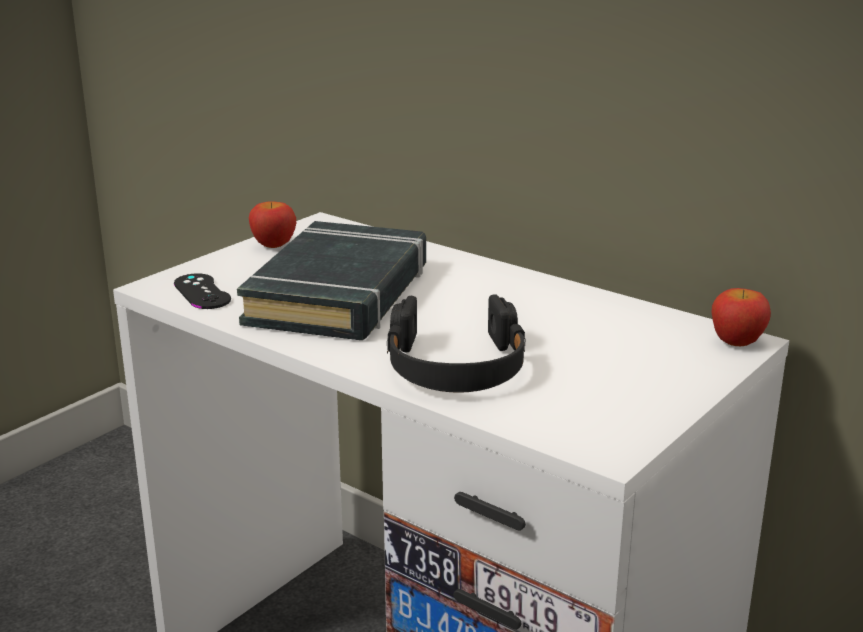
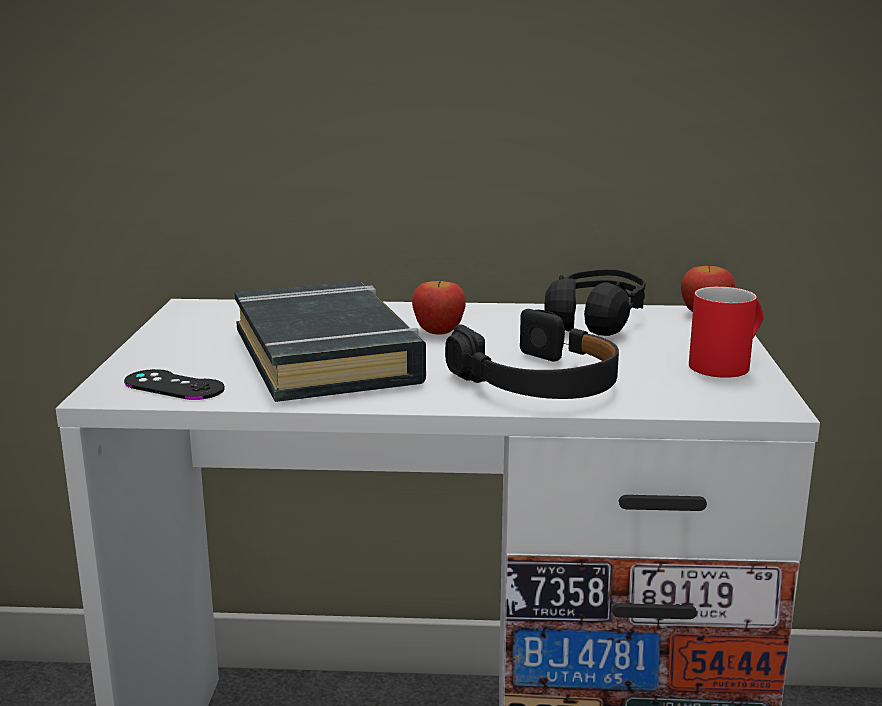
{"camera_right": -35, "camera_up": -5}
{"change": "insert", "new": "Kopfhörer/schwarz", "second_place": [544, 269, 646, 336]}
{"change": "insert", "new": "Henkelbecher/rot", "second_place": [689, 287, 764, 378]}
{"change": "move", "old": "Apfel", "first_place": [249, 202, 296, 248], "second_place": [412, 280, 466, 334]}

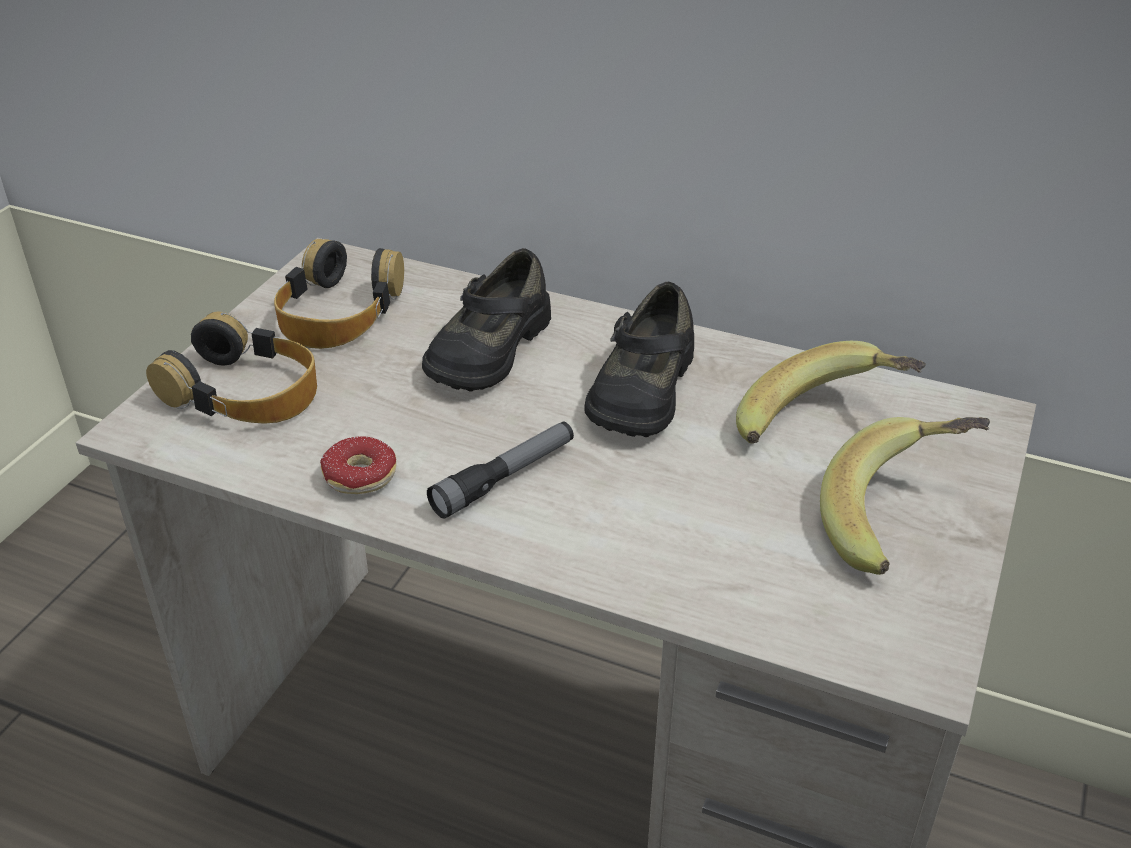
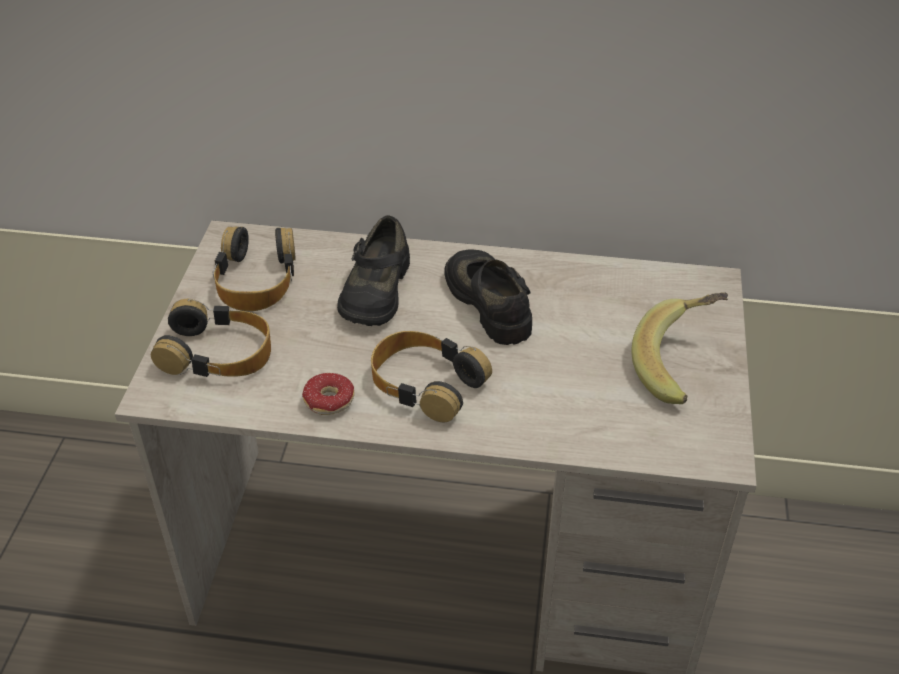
{"camera_right": -15, "camera_up": 5}
{"change": "delete", "old": "Banane", "first_place": [736, 341, 926, 444]}
{"change": "replace", "old": "Taschenlampe", "new": "Kopfhörer", "first_place": [427, 422, 574, 519], "second_place": [371, 331, 492, 422]}
{"change": "rotate", "old": "Schuh/schwarz", "first_place": [584, 282, 694, 437], "second_place": [445, 249, 532, 345], "degrees": 150}

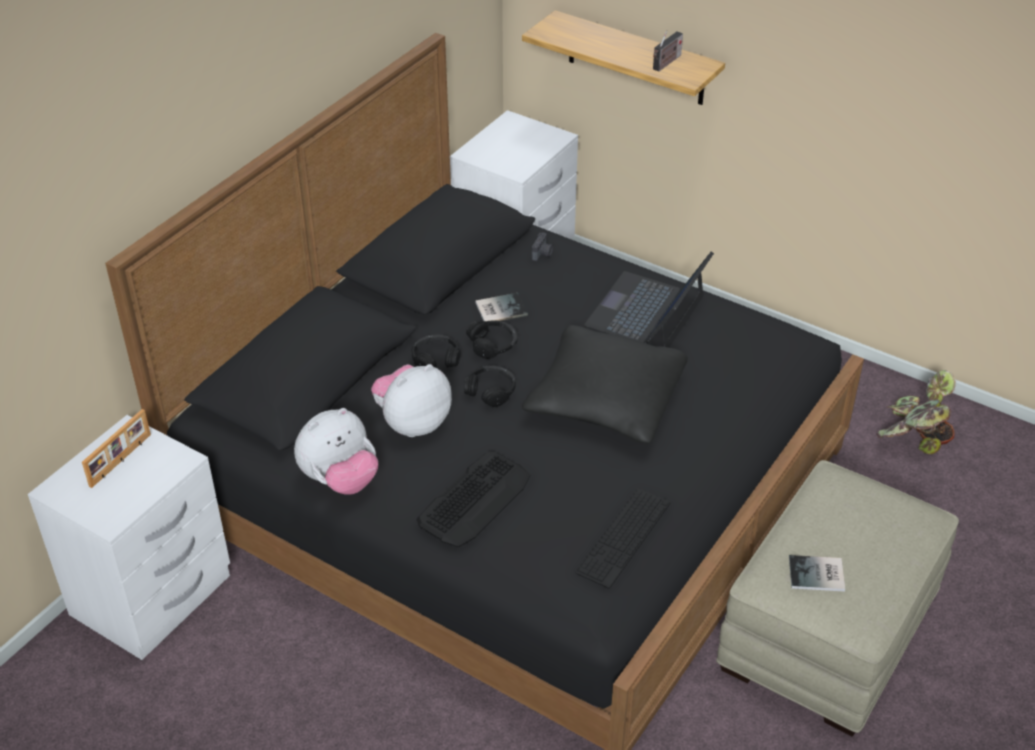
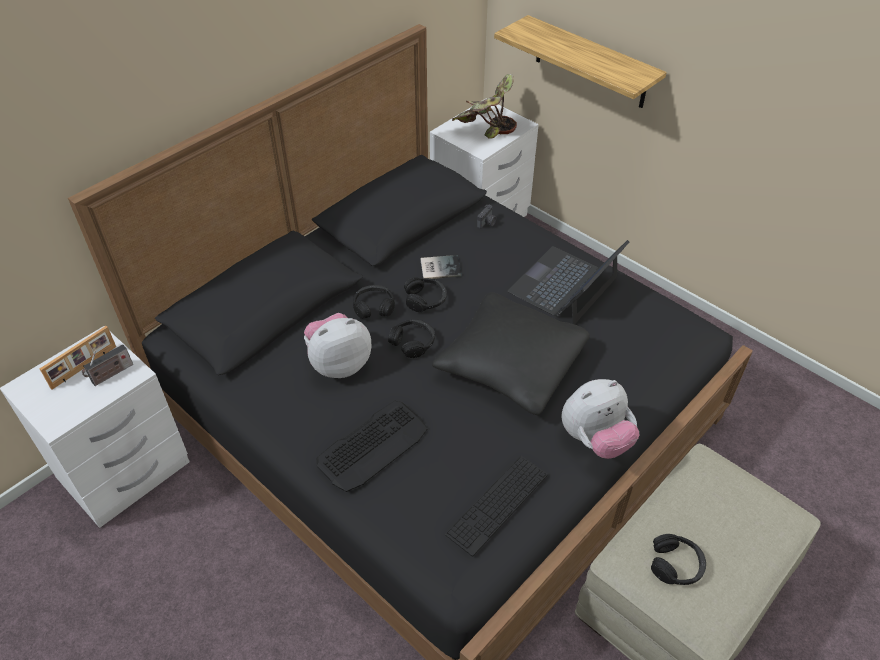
{"camera_right": 10, "camera_up": 5}
{"change": "move", "old": "Plüschtier", "first_place": [294, 408, 378, 495], "second_place": [561, 379, 640, 459]}
{"change": "move", "old": "Radio", "first_place": [653, 30, 683, 71], "second_place": [82, 344, 133, 386]}
{"change": "move", "old": "Topfpflanze", "first_place": [876, 370, 956, 454], "second_place": [452, 74, 517, 139]}
{"change": "replace", "old": "Buch", "new": "Kopfhörer/schwarz", "first_place": [789, 555, 845, 592], "second_place": [651, 534, 706, 585]}

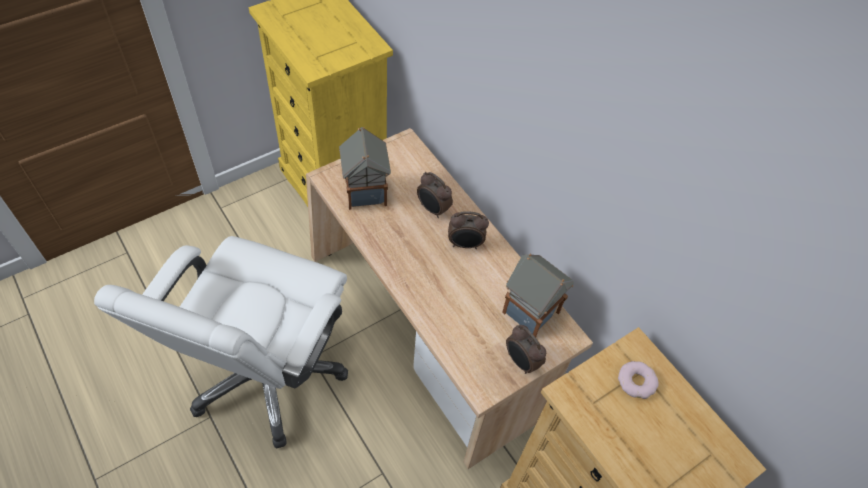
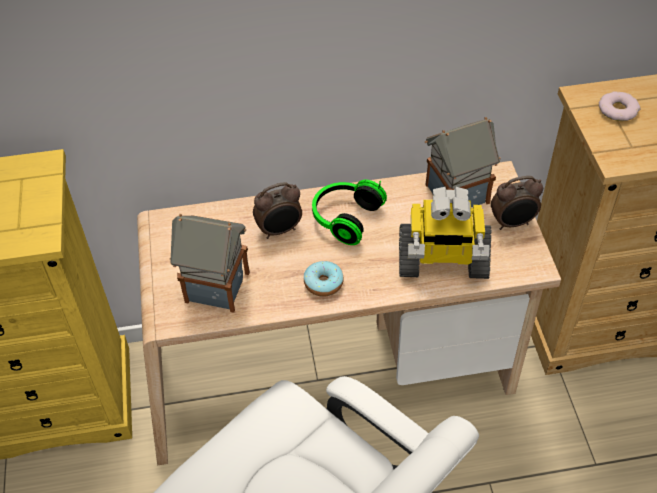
{"camera_right": -60, "camera_up": -5}
{"change": "insert", "new": "Donut", "second_place": [304, 261, 344, 297]}
{"change": "insert", "new": "Spielzeugroboter", "second_place": [399, 187, 491, 279]}
{"change": "replace", "old": "Wecker", "new": "Kopfhörer", "first_place": [448, 211, 489, 249], "second_place": [312, 180, 387, 245]}

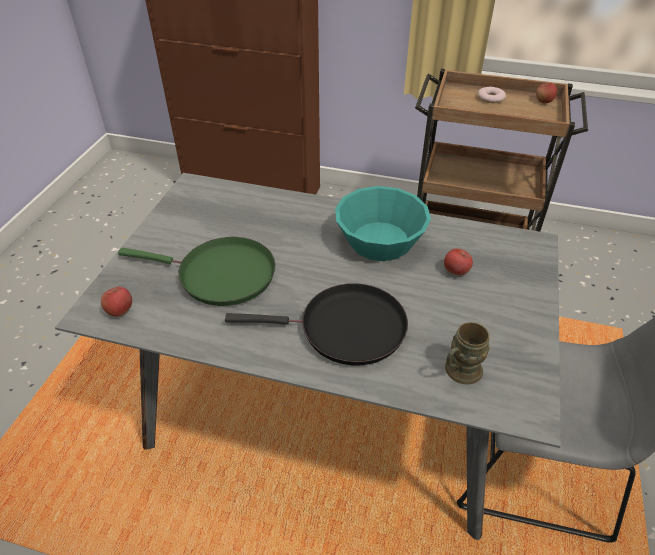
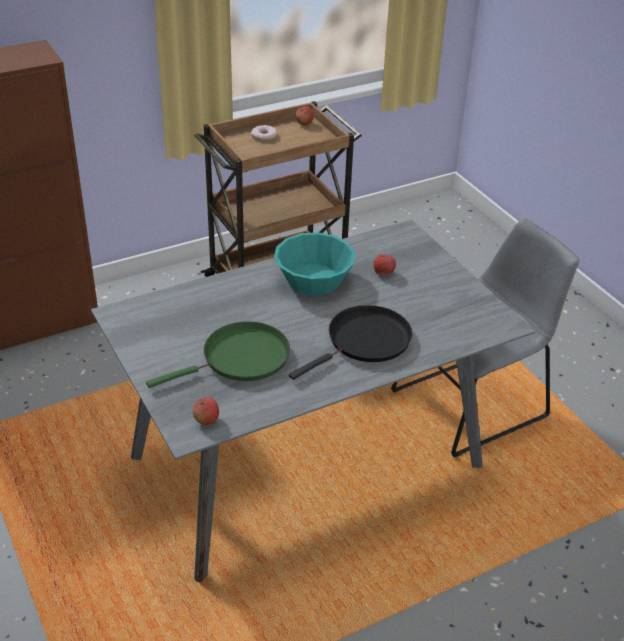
{"camera_right": -45, "camera_up": -5}
{"change": "delete", "old": "Henkelbecher/braun", "first_place": [445, 322, 490, 384]}

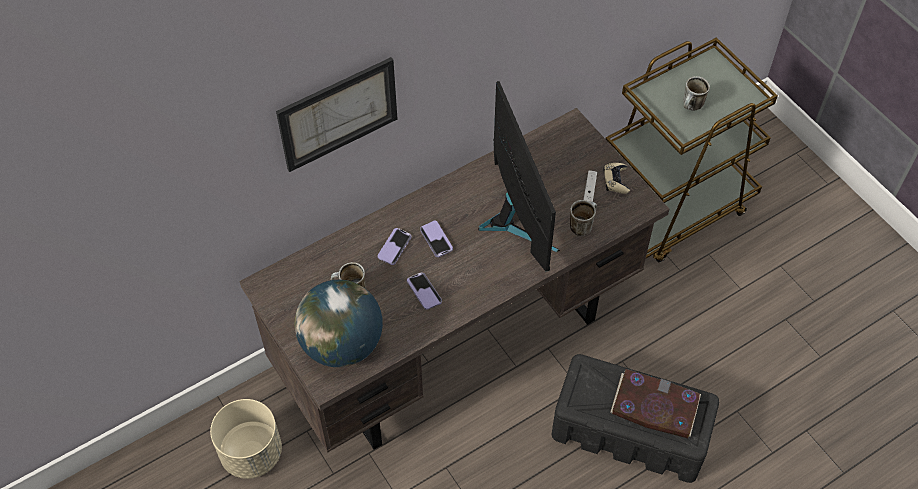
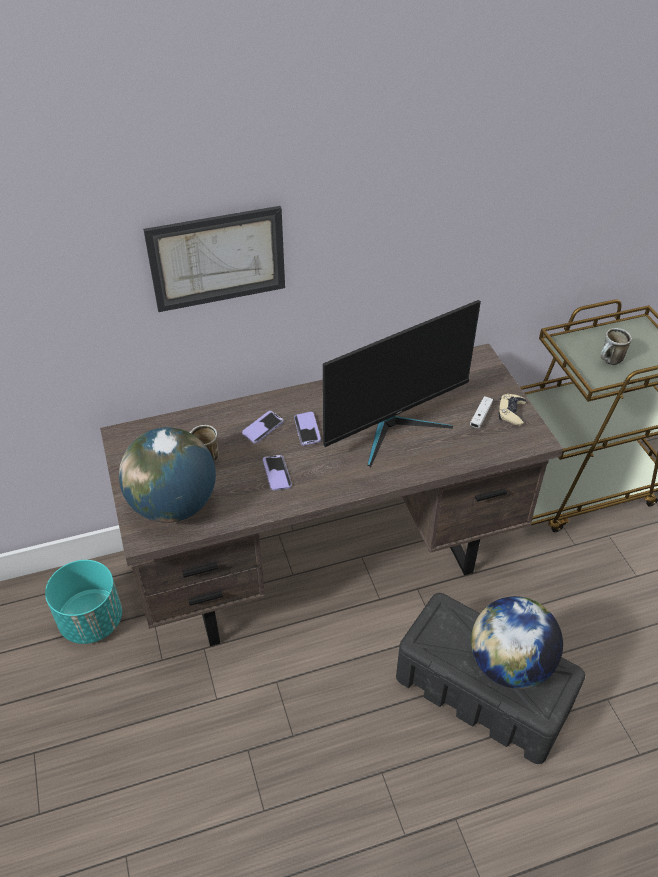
{"camera_right": 15, "camera_up": -10}
{"change": "delete", "old": "Henkelbecher", "first_place": [570, 200, 597, 236]}
{"change": "replace", "old": "Buch", "new": "Globus", "first_place": [610, 369, 701, 438], "second_place": [471, 596, 563, 689]}
{"change": "recolor", "old": "Pflanzkübel/beige", "new": "Pflanzkübel/türkis", "first_place": [210, 399, 282, 479], "second_place": [45, 560, 122, 644]}
{"change": "rotate", "old": "Monitor", "first_place": [478, 81, 560, 271], "second_place": [323, 300, 481, 467], "degrees": 60}

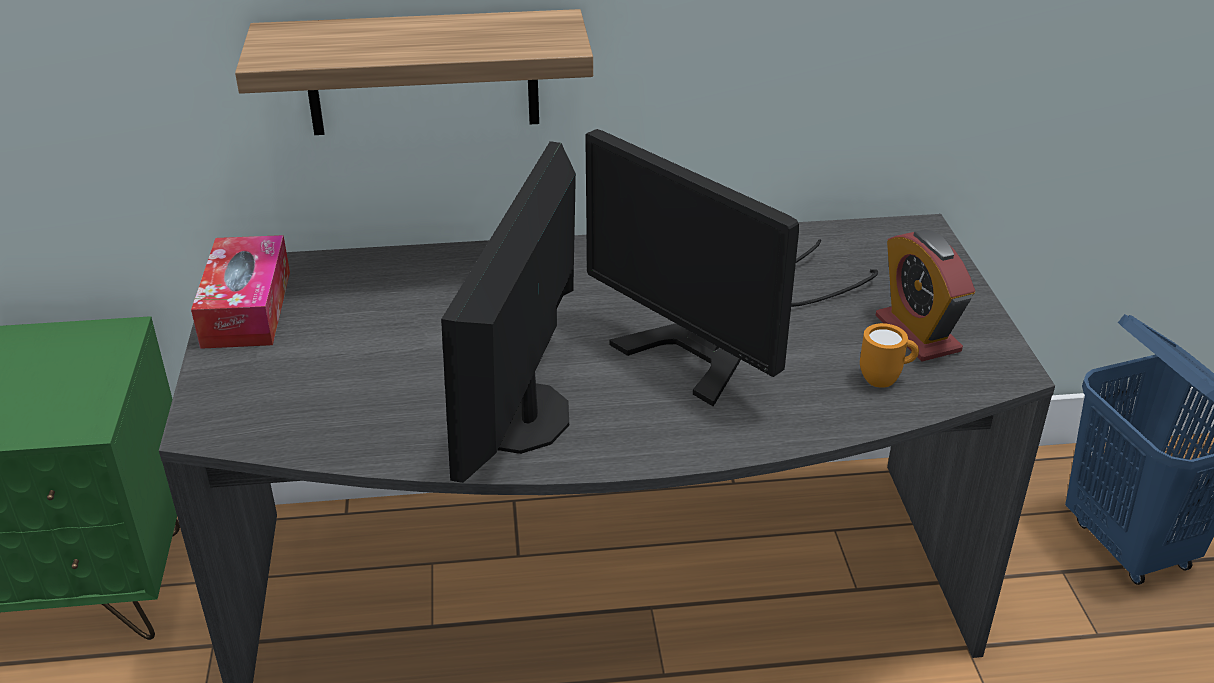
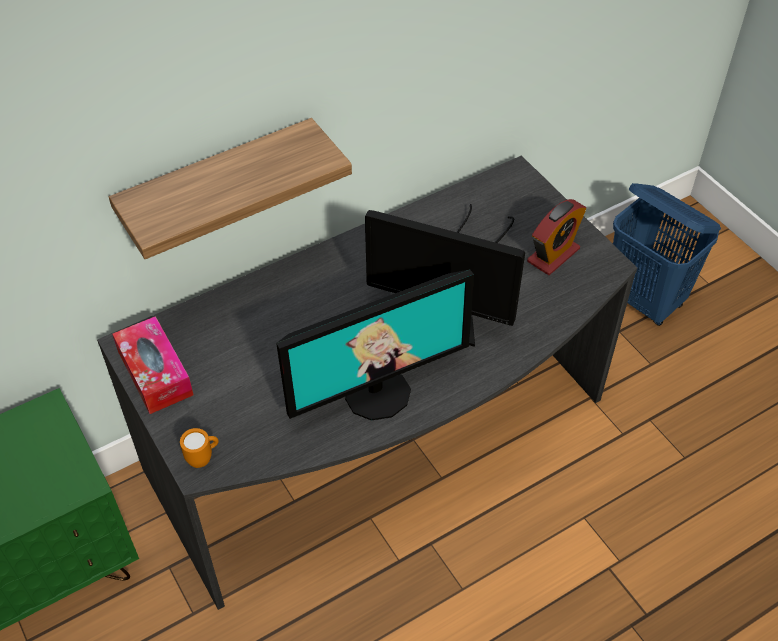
{"camera_right": -25, "camera_up": 15}
{"change": "move", "old": "Henkelbecher/orange", "first_place": [860, 323, 919, 388], "second_place": [180, 428, 219, 468]}
{"change": "rotate", "old": "Monitor", "first_place": [441, 141, 576, 483], "second_place": [276, 270, 474, 420], "degrees": -105}
{"change": "rotate", "old": "Wecker", "first_place": [875, 229, 975, 361], "second_place": [527, 199, 586, 275], "degrees": -90}

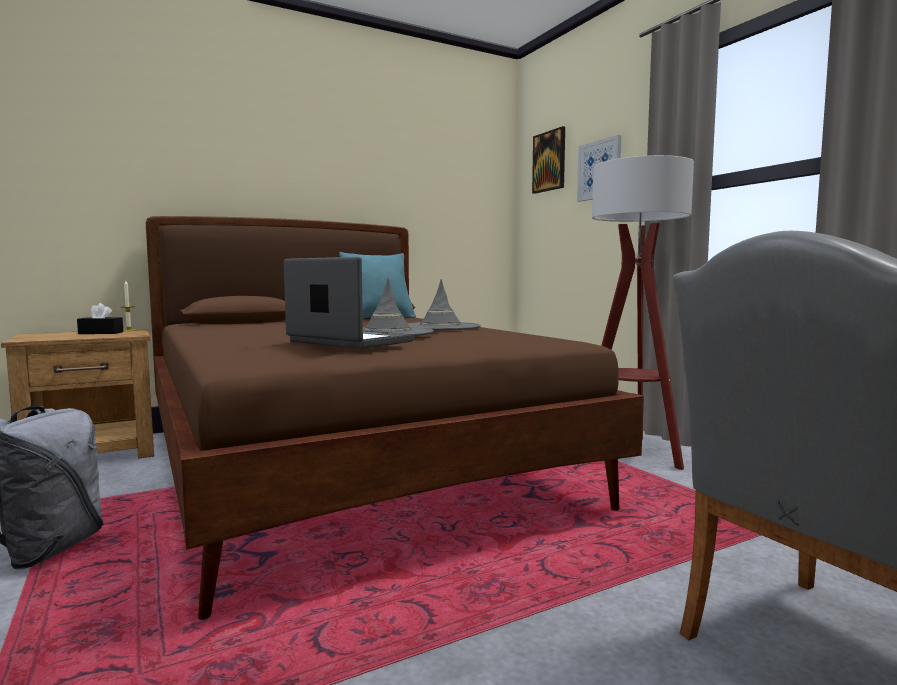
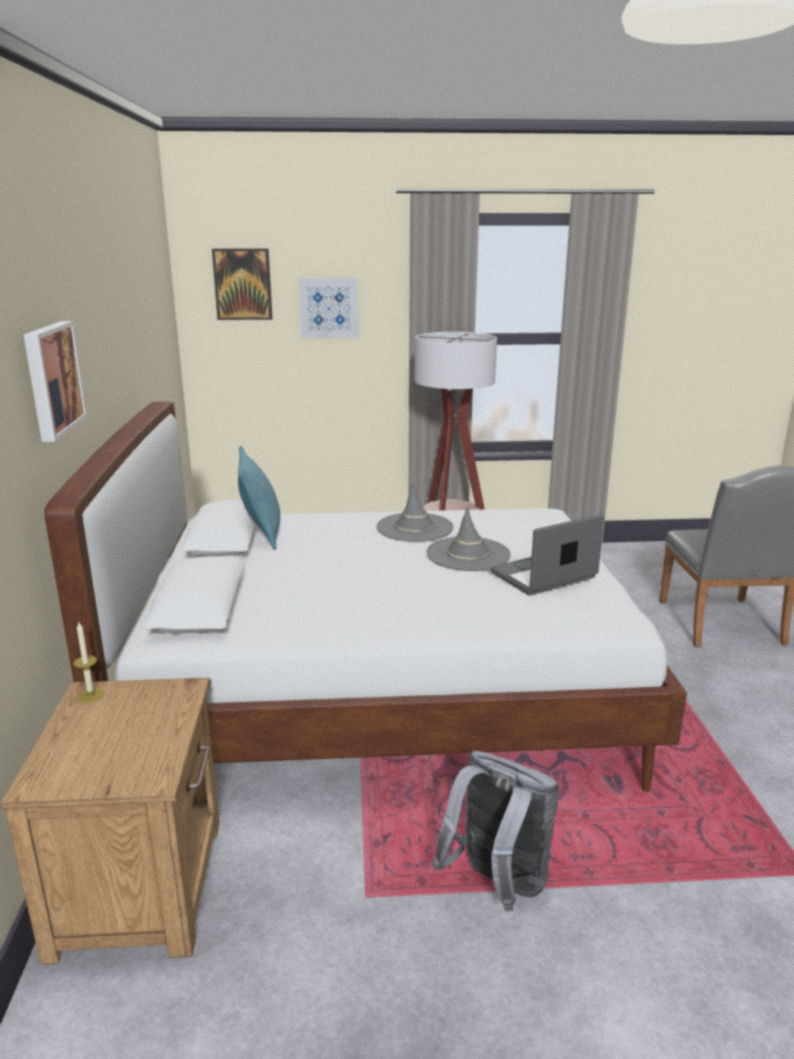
{"camera_right": -65, "camera_up": 15}
{"change": "delete", "old": "Taschentuchbox/schwarz", "first_place": [77, 303, 123, 334]}
{"change": "insert", "new": "Bild", "second_place": [24, 321, 87, 442]}
{"change": "recolor", "old": "Bett/braun", "new": "Bett/weiß", "first_place": [146, 216, 644, 620], "second_place": [44, 401, 687, 792]}

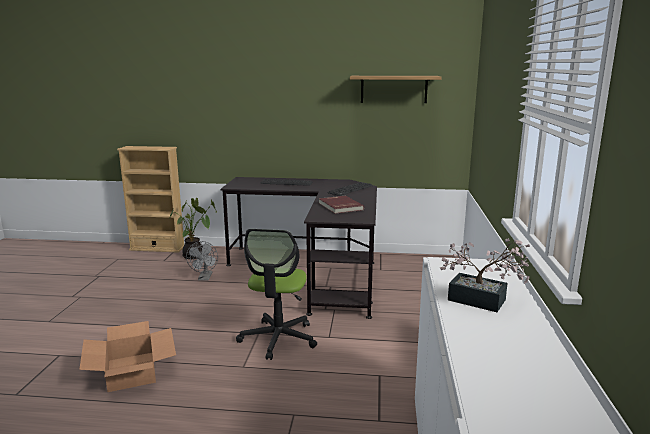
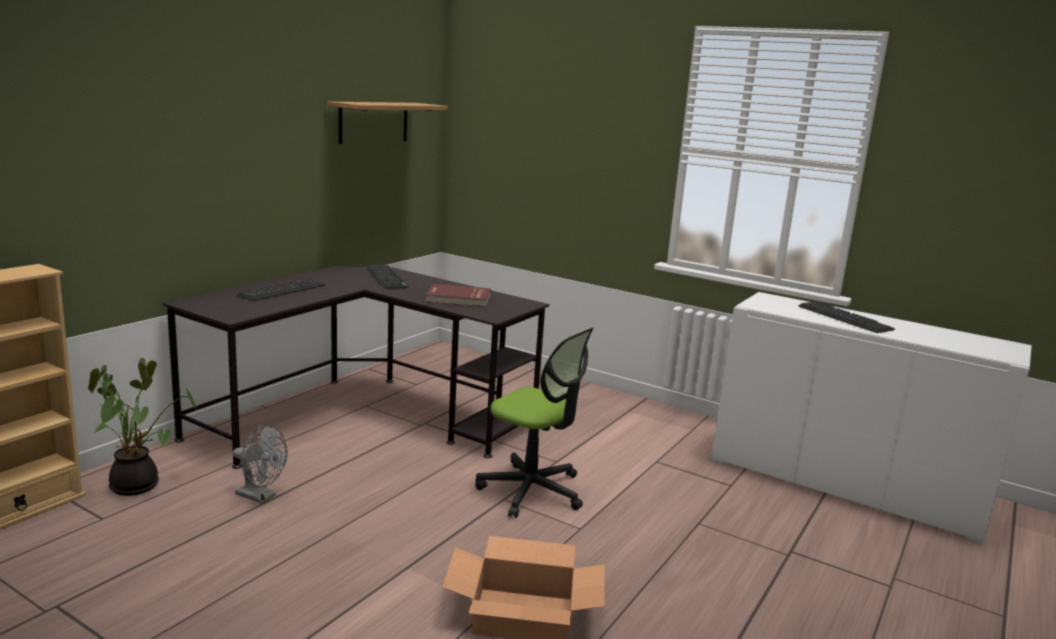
{"camera_right": -65, "camera_up": 0}
{"change": "replace", "old": "Topfpflanze", "new": "Tastatur", "first_place": [440, 238, 530, 312], "second_place": [799, 301, 895, 333]}

